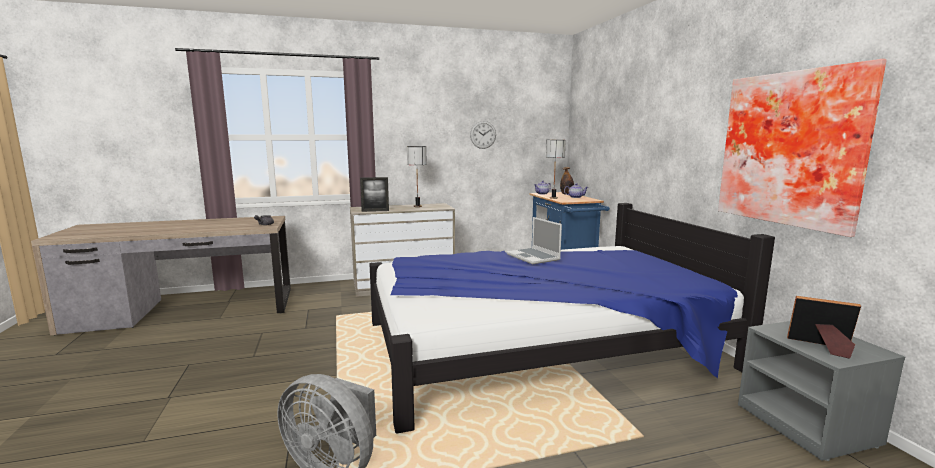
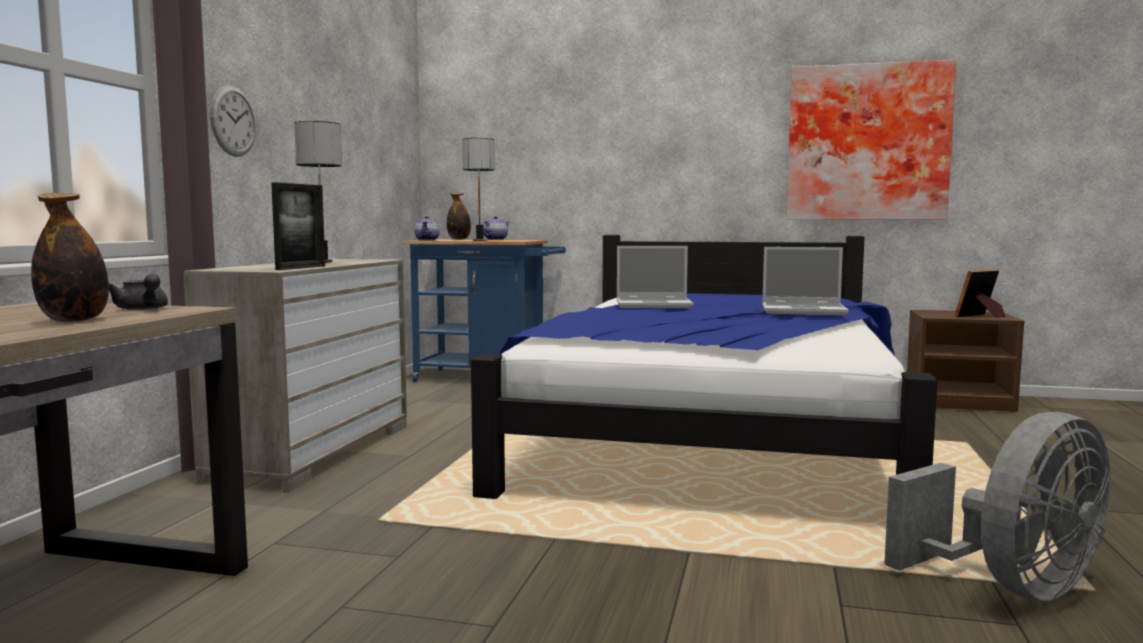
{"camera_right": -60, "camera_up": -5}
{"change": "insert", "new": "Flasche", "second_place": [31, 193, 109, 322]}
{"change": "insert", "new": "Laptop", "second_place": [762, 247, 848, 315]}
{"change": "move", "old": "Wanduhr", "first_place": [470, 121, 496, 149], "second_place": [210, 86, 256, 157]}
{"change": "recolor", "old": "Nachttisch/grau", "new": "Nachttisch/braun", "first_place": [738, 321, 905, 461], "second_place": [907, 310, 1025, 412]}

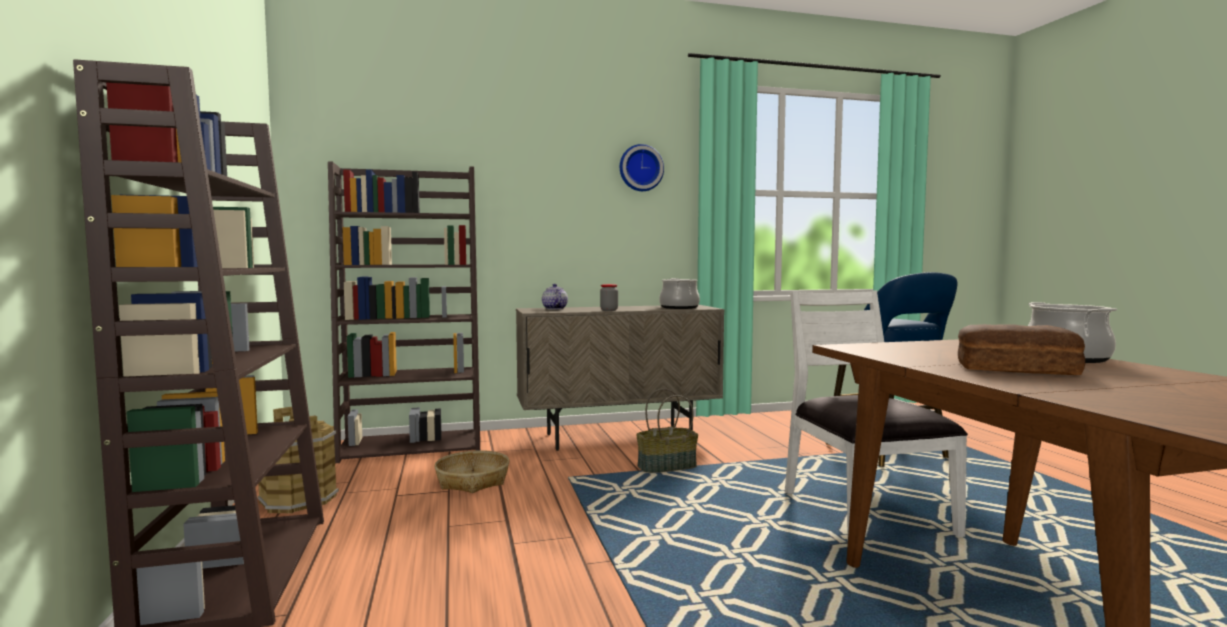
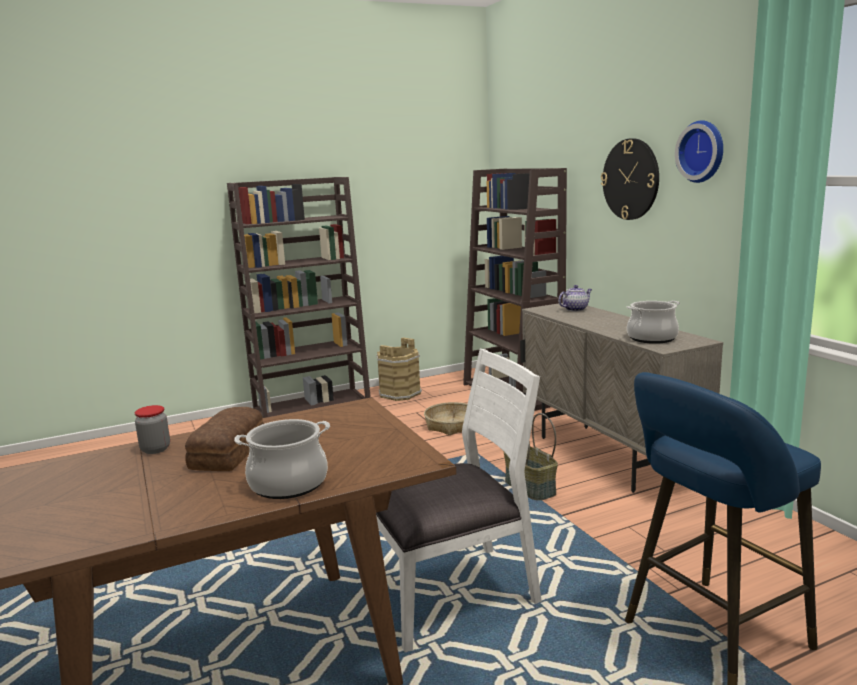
{"camera_right": 80, "camera_up": 10}
{"change": "insert", "new": "Wanduhr", "second_place": [601, 138, 659, 220]}
{"change": "move", "old": "Vorratsglas", "first_place": [600, 284, 618, 311], "second_place": [135, 405, 170, 454]}

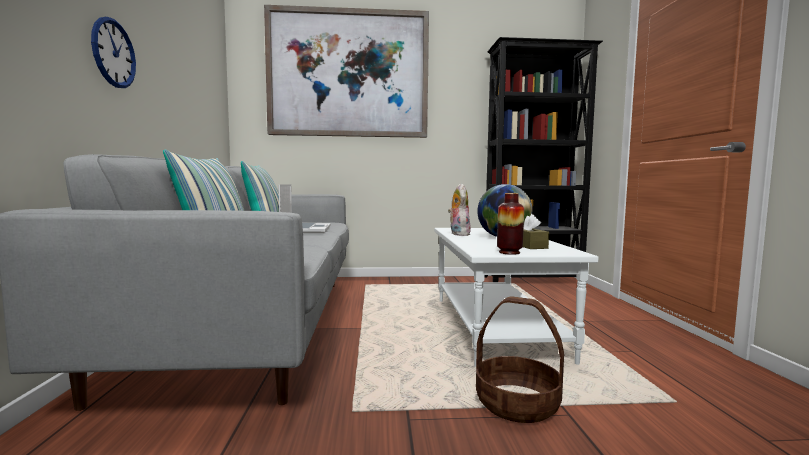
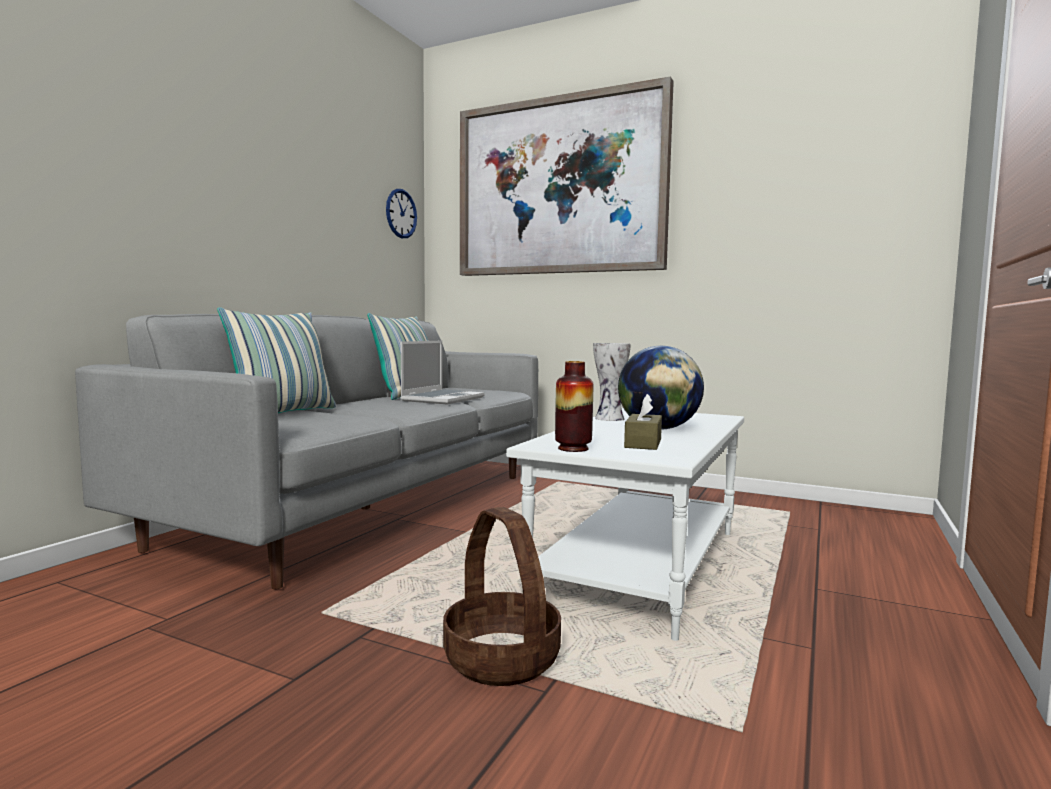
{"camera_right": 30, "camera_up": 0}
{"change": "delete", "old": "Bücherregal/schwarz", "first_place": [484, 37, 603, 282]}
{"change": "move", "old": "Wanduhr", "first_place": [91, 17, 136, 88], "second_place": [386, 189, 417, 238]}
{"change": "replace", "old": "Plüschtier", "new": "Vase", "first_place": [448, 184, 471, 236], "second_place": [593, 343, 631, 421]}

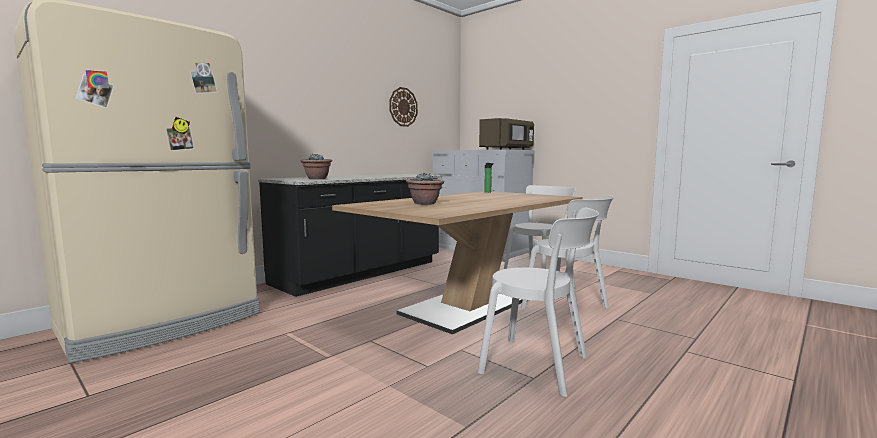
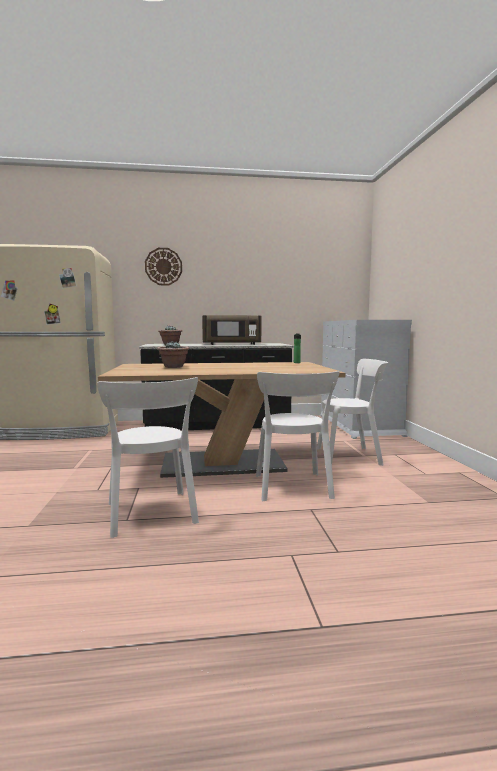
{"camera_right": 40, "camera_up": 0}
{"change": "move", "old": "Wanduhr", "first_place": [389, 87, 418, 127], "second_place": [145, 248, 182, 285]}
{"change": "move", "old": "Mikrowelle/braun", "first_place": [479, 118, 534, 150], "second_place": [202, 315, 261, 345]}

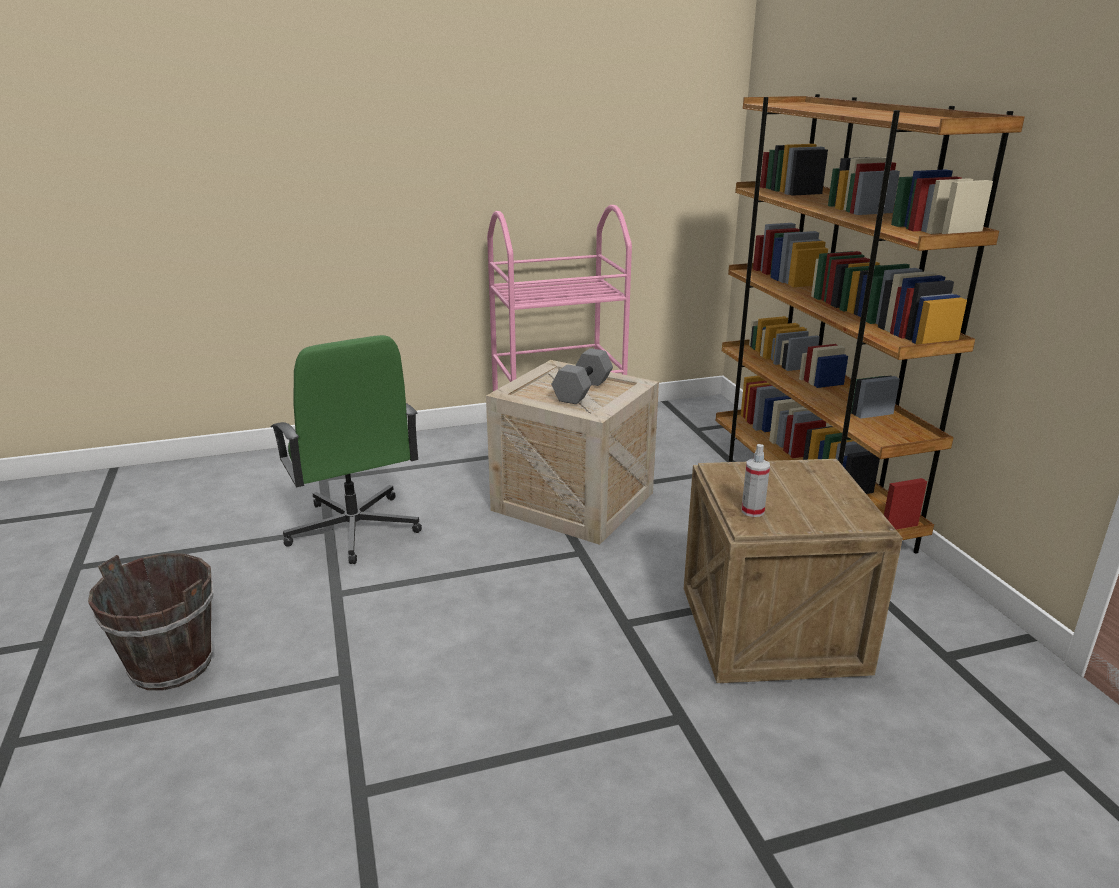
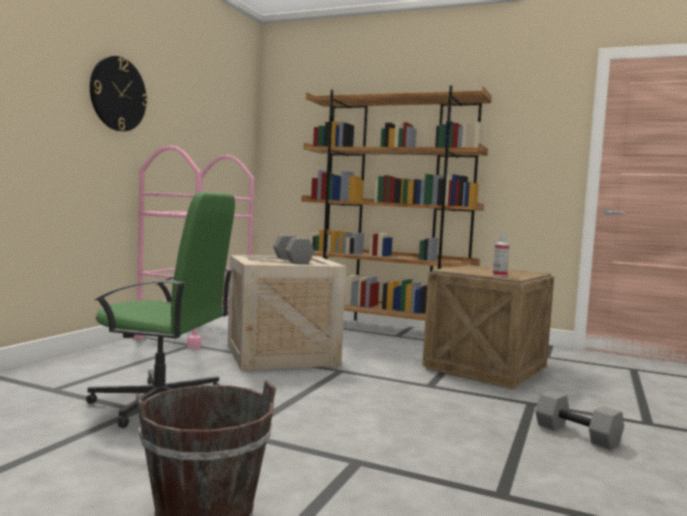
{"camera_right": -50, "camera_up": -20}
{"change": "insert", "new": "Wanduhr", "second_place": [90, 56, 148, 131]}
{"change": "insert", "new": "Hantel/grau", "second_place": [535, 391, 624, 450]}

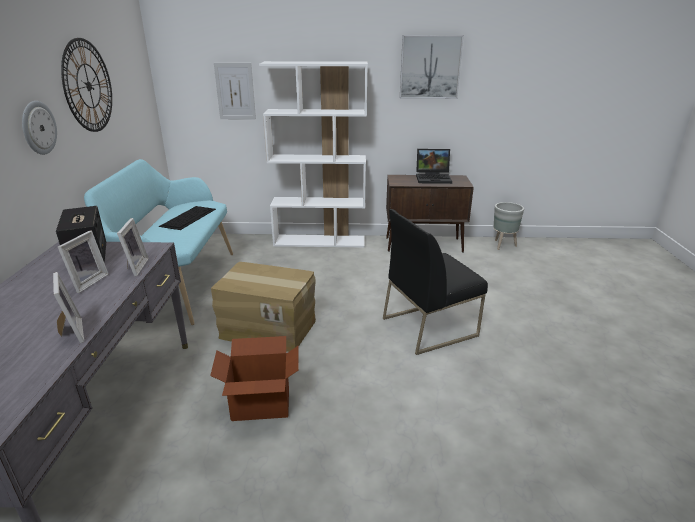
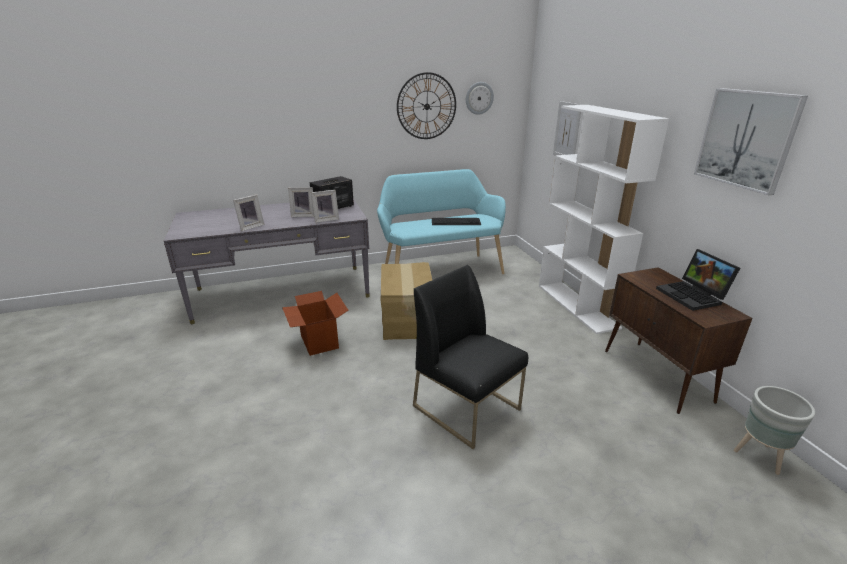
{"camera_right": 70, "camera_up": 0}
{"change": "move", "old": "Wanduhr", "first_place": [22, 101, 57, 155], "second_place": [466, 82, 494, 115]}

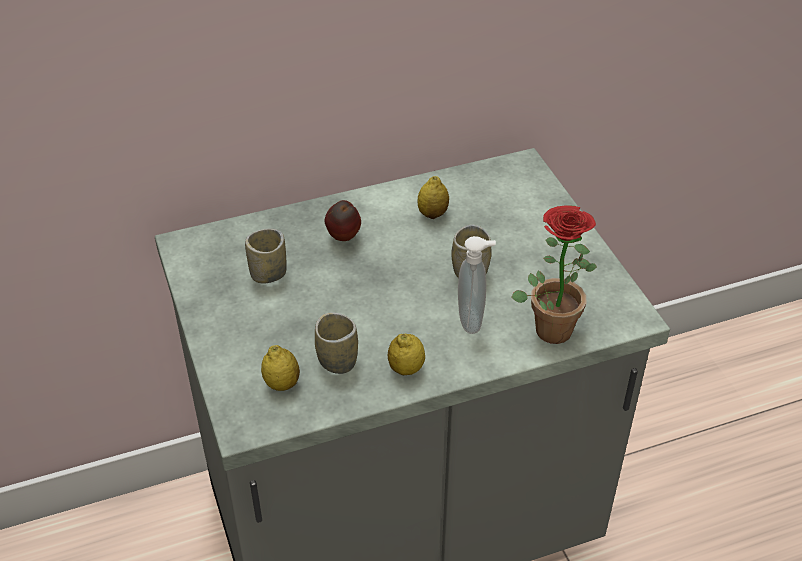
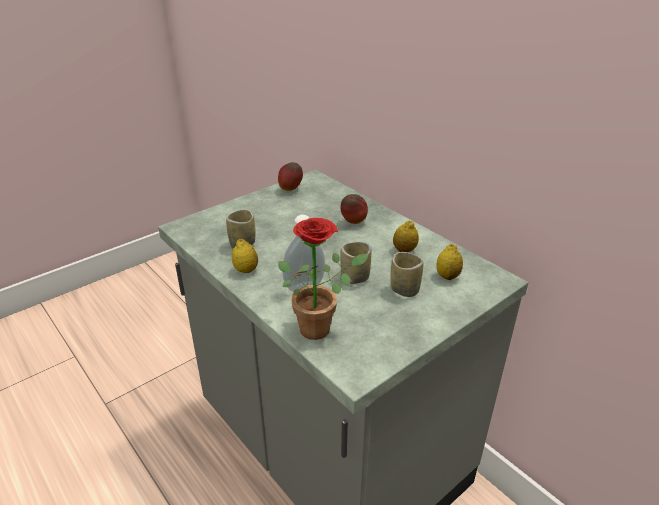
{"camera_right": 70, "camera_up": -10}
{"change": "insert", "new": "Apfel", "second_place": [278, 162, 303, 191]}
{"change": "move", "old": "Tasse", "first_place": [245, 229, 287, 284], "second_place": [390, 252, 423, 297]}
{"change": "move", "old": "Zitrone", "first_place": [261, 345, 300, 391], "second_place": [437, 244, 463, 280]}

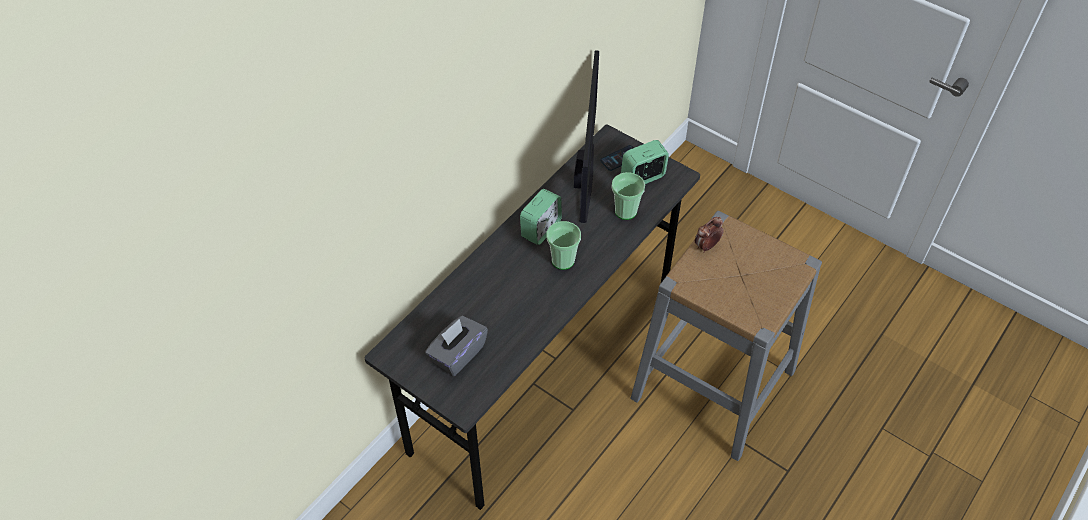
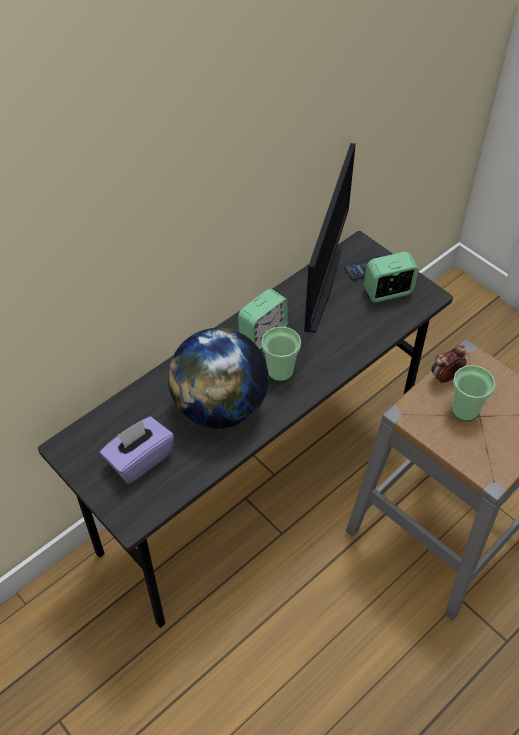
{"camera_right": 10, "camera_up": 0}
{"change": "insert", "new": "Globus", "second_place": [168, 328, 269, 429]}
{"change": "move", "old": "Tasse", "first_place": [612, 172, 645, 220], "second_place": [452, 365, 495, 421]}
{"change": "recolor", "old": "Taschentuchbox/grau", "new": "Taschentuchbox/lila", "first_place": [425, 315, 488, 376], "second_place": [100, 416, 174, 484]}

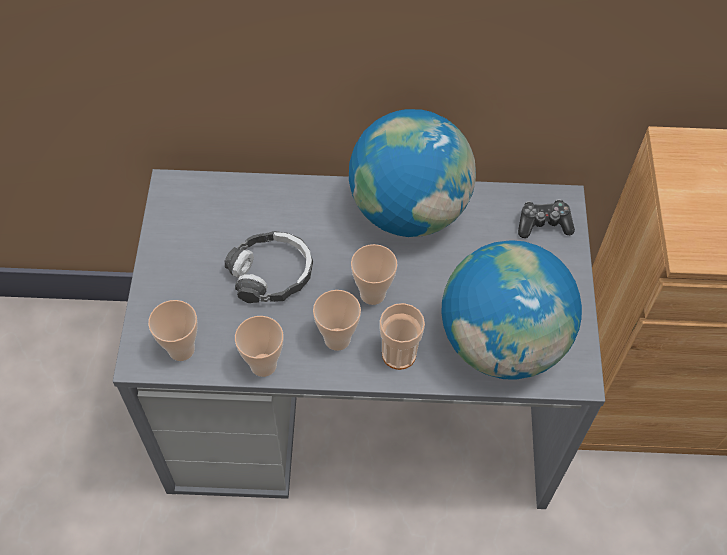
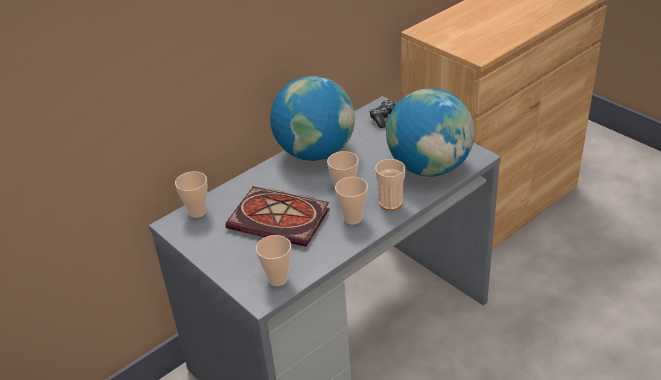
{"camera_right": -40, "camera_up": -20}
{"change": "move", "old": "Tasse", "first_place": [235, 316, 283, 377], "second_place": [175, 171, 207, 218]}
{"change": "replace", "old": "Kopfhörer", "new": "Buch", "first_place": [225, 231, 313, 303], "second_place": [226, 186, 330, 247]}

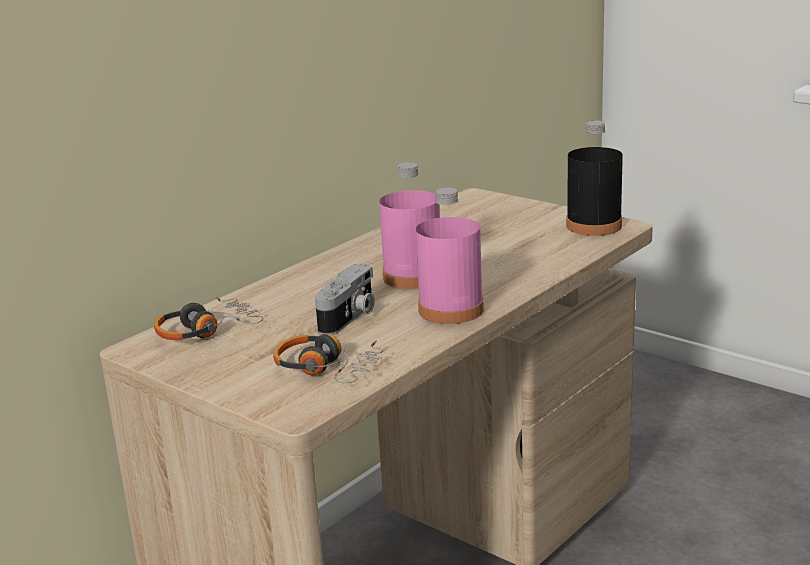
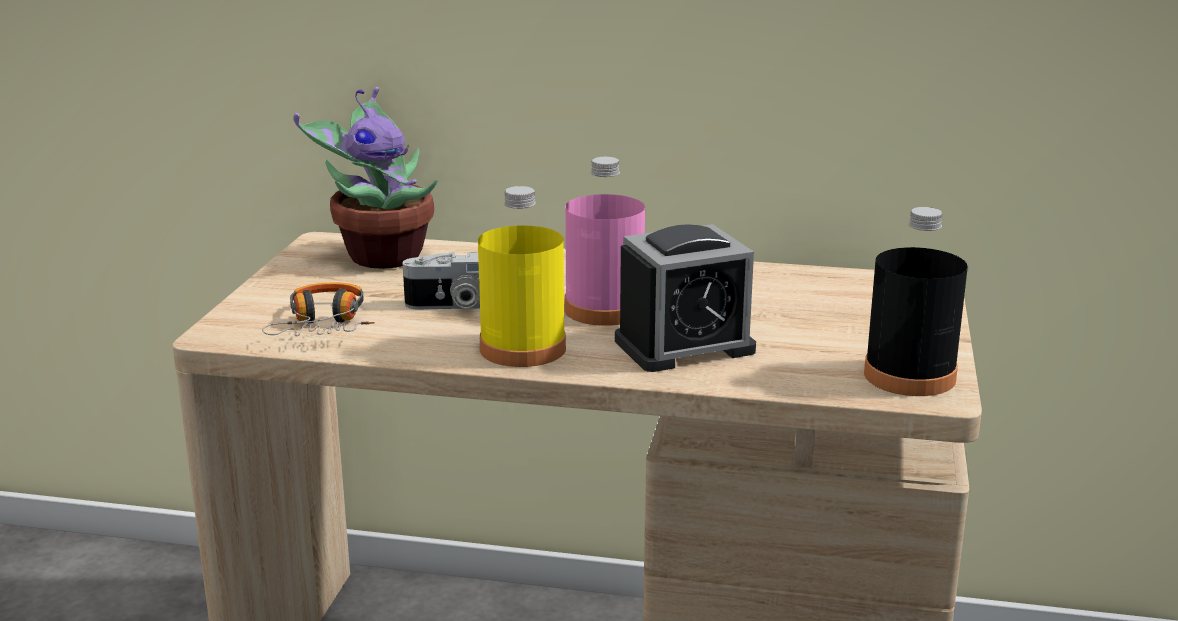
{"camera_right": 60, "camera_up": 0}
{"change": "insert", "new": "Wecker", "second_place": [615, 224, 756, 372]}
{"change": "replace", "old": "Kopfhörer", "new": "Topfpflanze", "first_place": [154, 297, 263, 340], "second_place": [293, 87, 438, 269]}
{"change": "recolor", "old": "Flasche/rosa", "new": "Flasche/gelb", "first_place": [416, 188, 484, 324], "second_place": [478, 186, 566, 367]}

